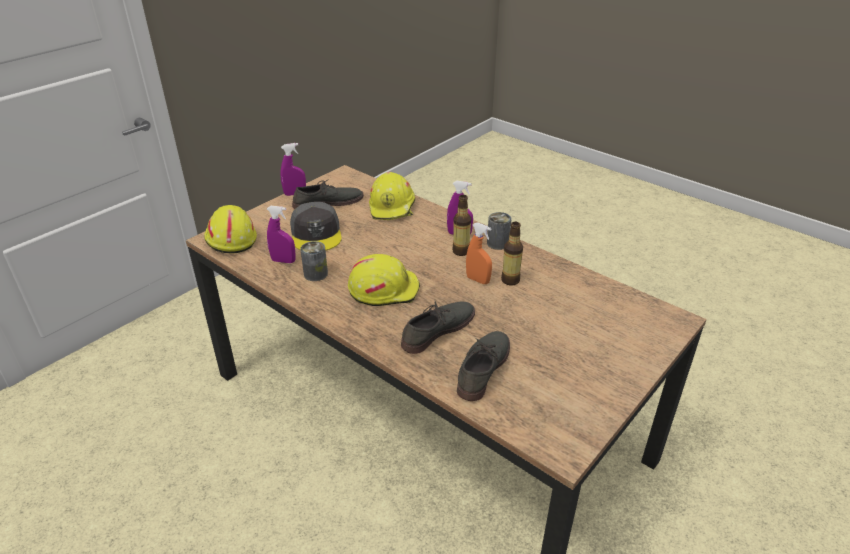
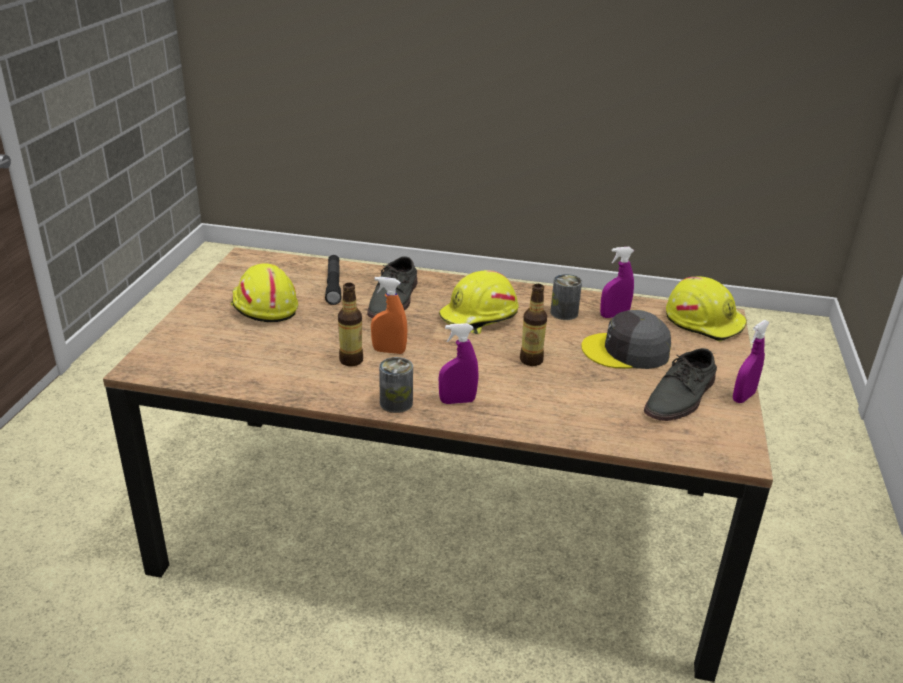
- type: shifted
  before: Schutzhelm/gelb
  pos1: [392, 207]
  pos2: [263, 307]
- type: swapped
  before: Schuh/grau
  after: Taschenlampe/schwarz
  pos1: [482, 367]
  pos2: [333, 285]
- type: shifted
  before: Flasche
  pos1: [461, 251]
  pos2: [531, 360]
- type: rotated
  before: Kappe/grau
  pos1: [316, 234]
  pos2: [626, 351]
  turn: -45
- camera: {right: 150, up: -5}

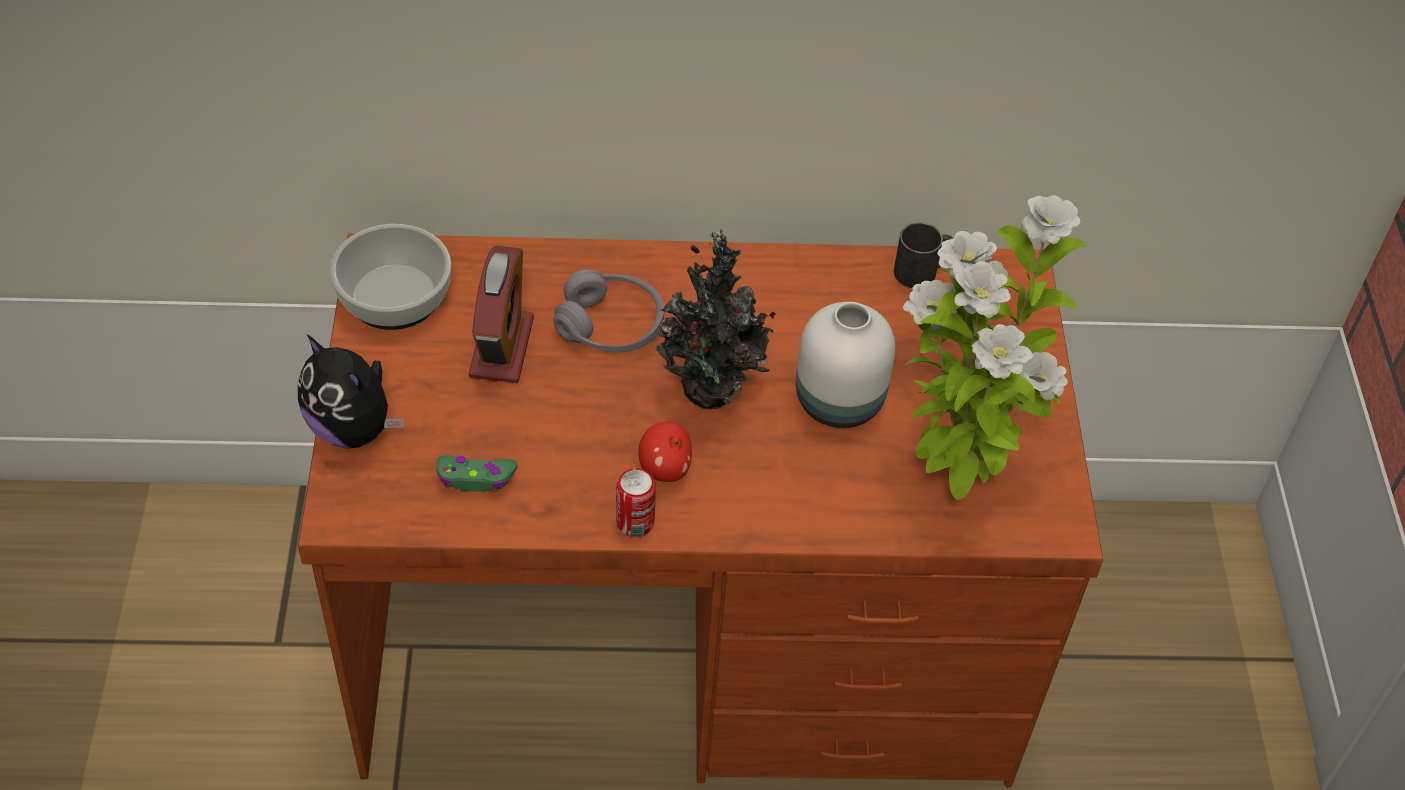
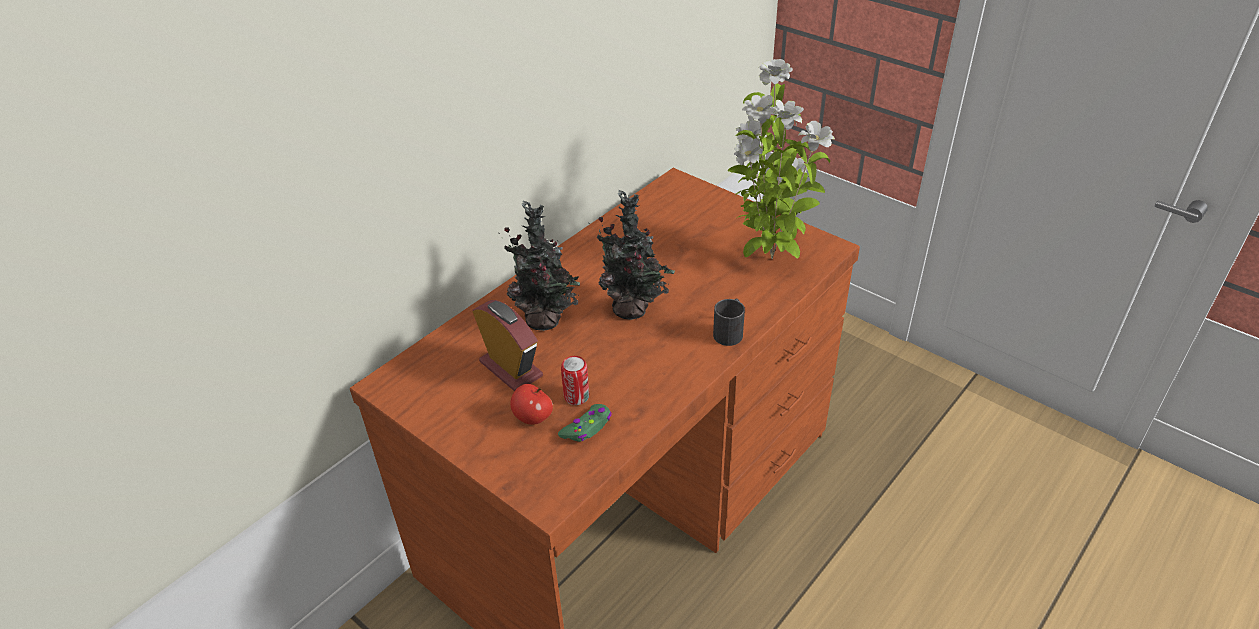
- type: swapped
  before: Kopfhörer/grau
  after: Topfpflanze
  pos1: [610, 325]
  pos2: [547, 321]
- type: shifted
  before: Apfel
  pos1: [665, 469]
  pos2: [533, 417]
- type: shifted
  before: Dose
  pos1: [635, 522]
  pos2: [576, 396]
- type: shifted
  before: Henkelbecher/schwarz
  pos1: [923, 271]
  pos2: [730, 331]
- type: gone
  before: Plüschtier
  pos1: [353, 428]
- type: gone
  before: Schüssel
  pos1: [393, 297]
- type: gone
  before: Vase/weiß
  pos1: [837, 403]
- camera: {right: -45, up: -10}

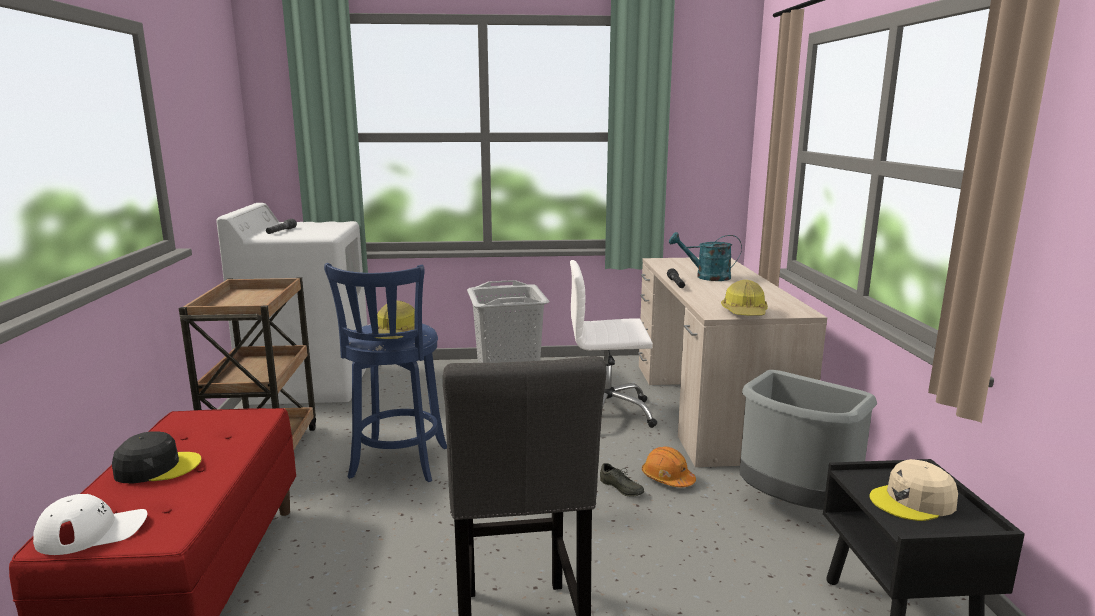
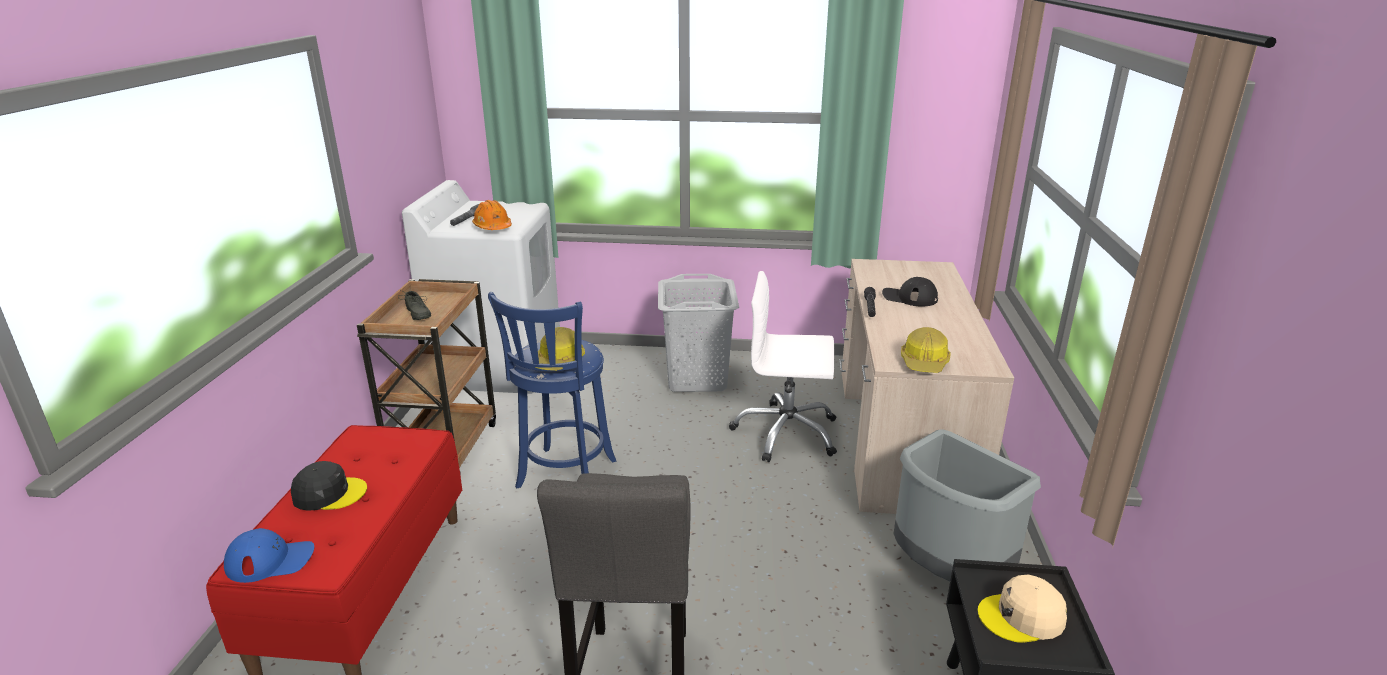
- type: repainted
  before: Kappe/weiß
  after: Kappe/blau
  pos1: [93, 531]
  pos2: [271, 560]
- type: shifted
  before: Schuh/grau
  pos1: [620, 488]
  pos2: [416, 314]
- type: shifted
  before: Schutzhelm/orange
  pos1: [667, 478]
  pos2: [493, 227]
- type: swapped
  before: Gießkanne/türkis
  after: Kappe/schwarz
  pos1: [706, 277]
  pos2: [909, 297]
- camera: {right: 10, up: 10}

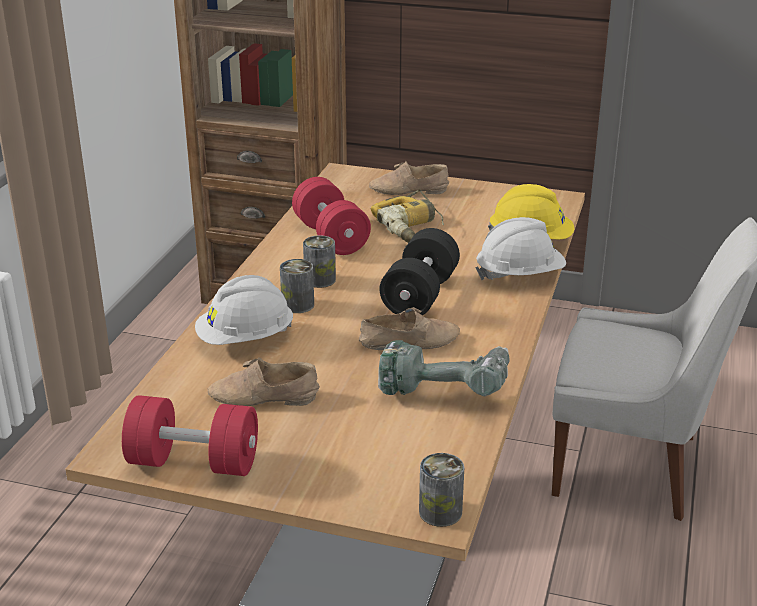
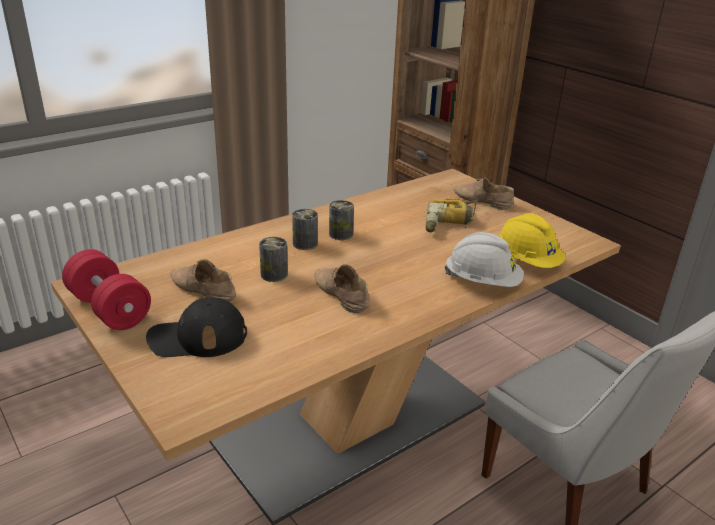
- type: new
  after: Kappe/schwarz
  pos2: [197, 337]
- type: shifted
  before: Dose
  pos1: [440, 512]
  pos2: [274, 274]
- type: rotated
  before: Schuh/beige
  pos1: [409, 340]
  pos2: [340, 293]
  turn: -150
- type: gone
  before: Schutzhelm/weiß
  pos1: [246, 339]
- type: gone
  before: Hantel/rot
  pos1: [331, 237]
- type: gone
  before: Bohrmaschine
  pos1: [445, 389]
- type: gone
  before: Hantel/schwarz
  pos1: [420, 295]
- camera: {right: 35, up: 0}

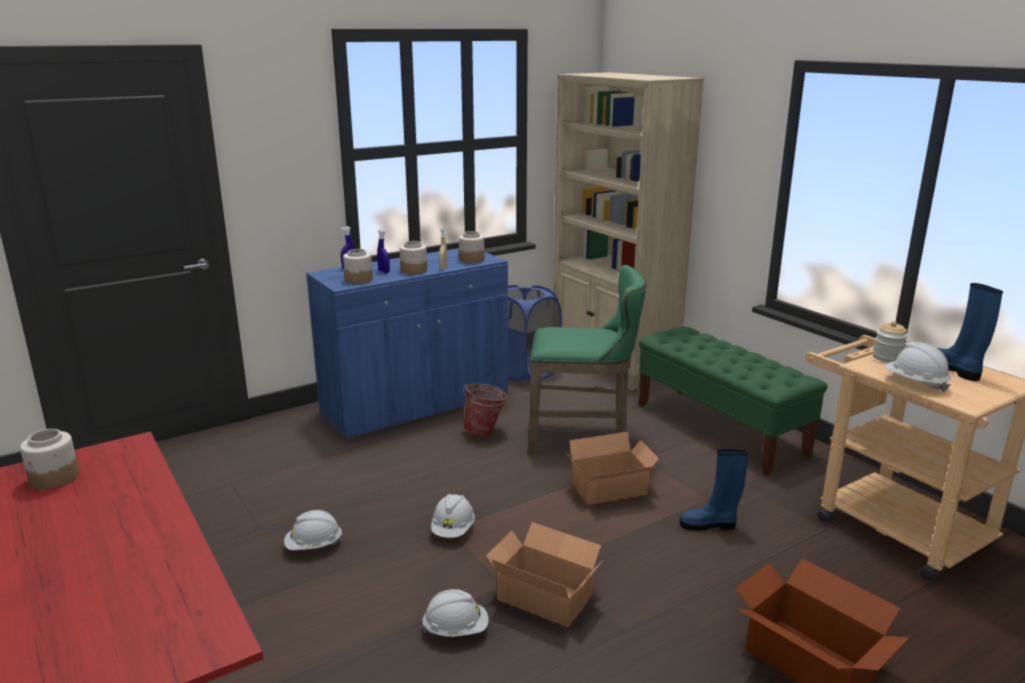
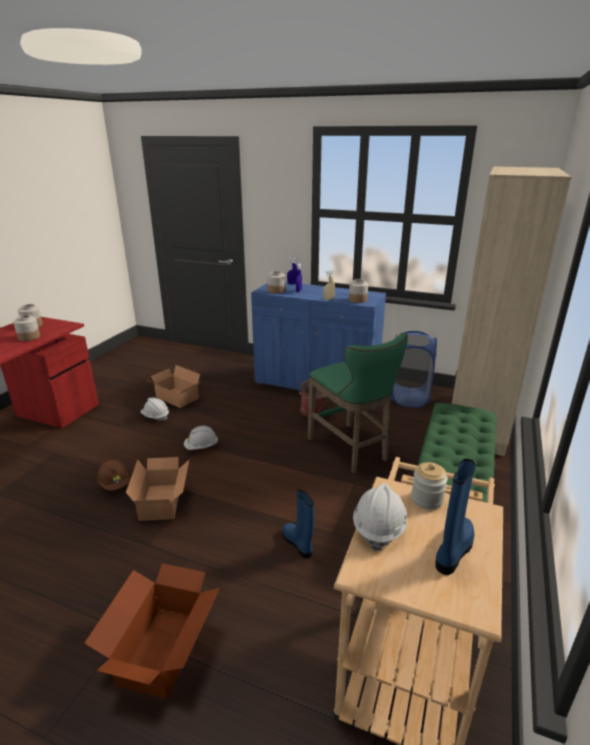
- type: shifted
  before: Vorratsglas
  pos1: [414, 271]
  pos2: [29, 337]
- type: repainted
  before: Schutzhelm/weiß
  after: Schutzhelm/braun
  pos1: [456, 630]
  pos2: [114, 484]
- type: shifted
  before: Karton
  pos1: [611, 489]
  pos2: [176, 398]
- camera: {right: 55, up: 5}

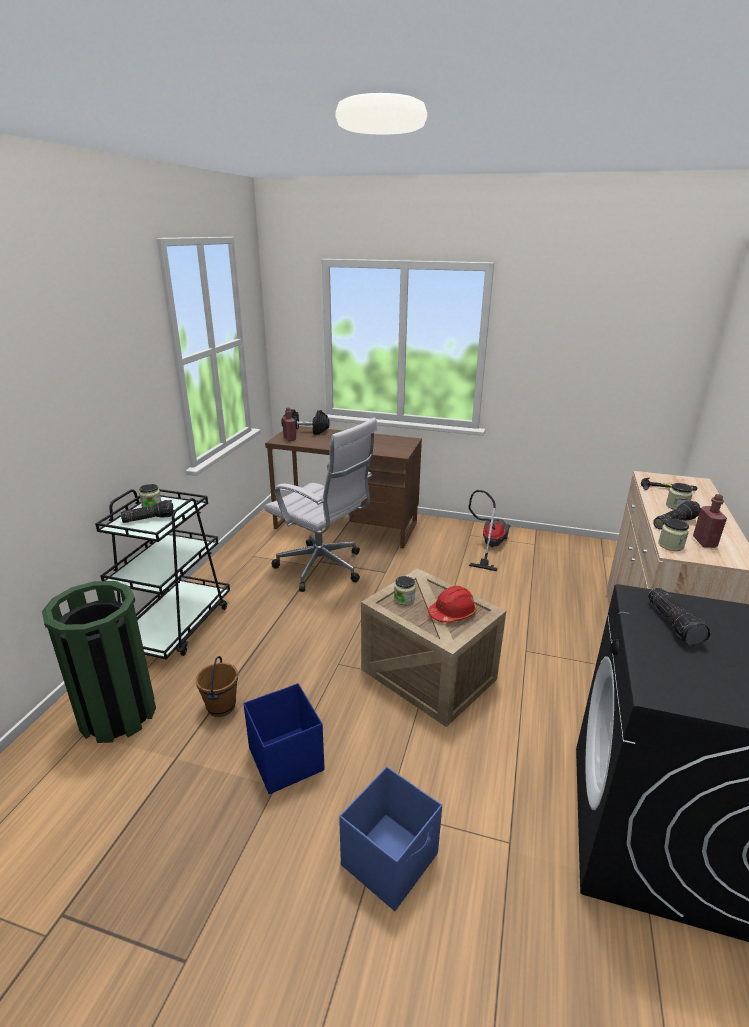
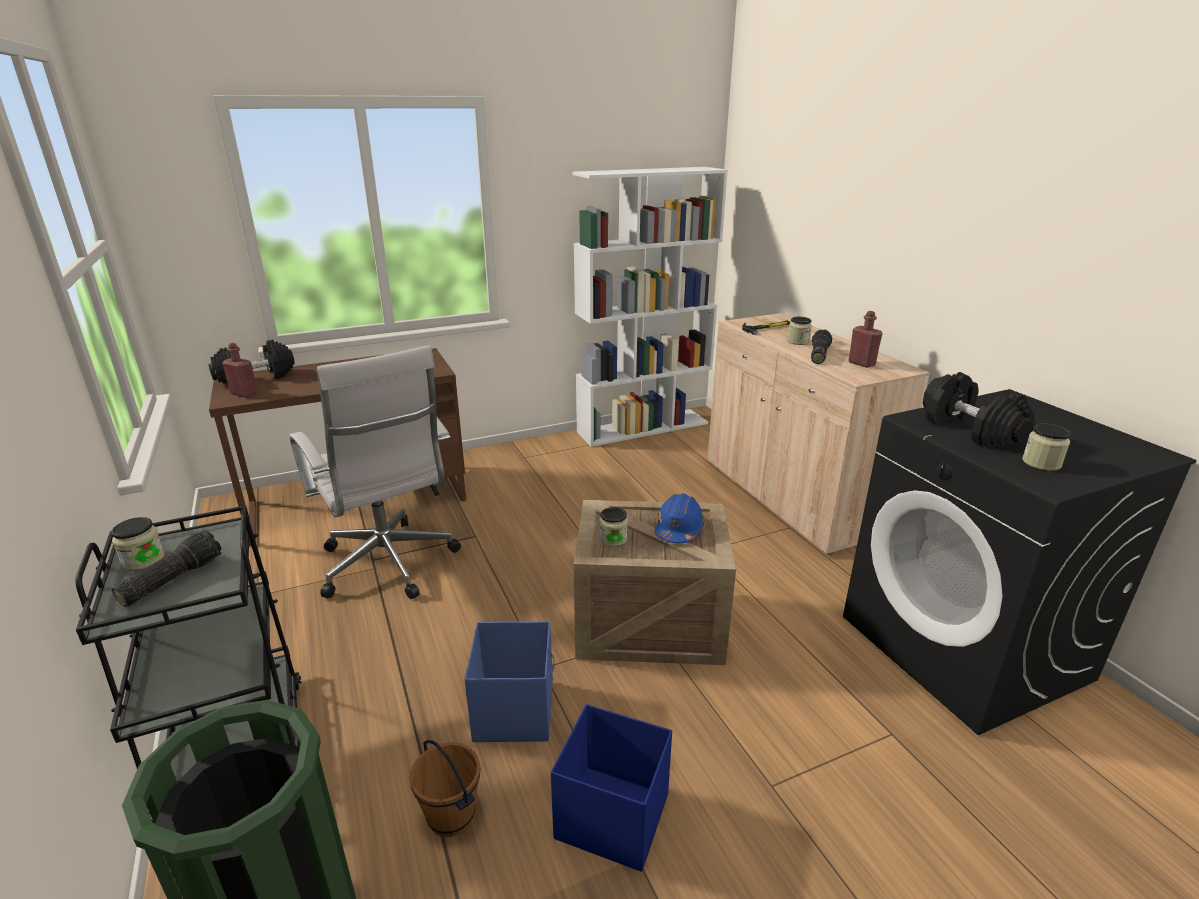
- type: rotated
  before: Bürostuhl/weiß
  pos1: [324, 569]
  pos2: [390, 566]
  turn: 60
- type: shifted
  before: Aufbewahrungsbox/blau
  pos1: [391, 859]
  pos2: [515, 710]
- type: new
  after: Bücherregal/weiß
  pos2: [643, 427]
- type: repainted
  before: Schutzhelm/rot
  after: Schutzhelm/blau
  pos1: [452, 613]
  pos2: [678, 530]
- type: swapped
  before: Taschenlampe
  after: Hantel/schwarz
  pos1: [675, 624]
  pos2: [969, 429]
- type: shifted
  before: Vorratsglas
  pos1: [670, 545]
  pos2: [1041, 463]
- type: gone
  before: Staubsauger
  pos1: [488, 546]
- camera: {right: -40, up: 0}

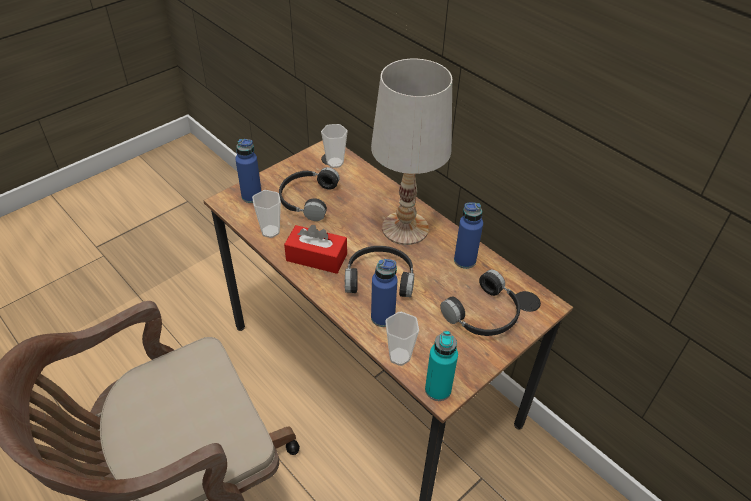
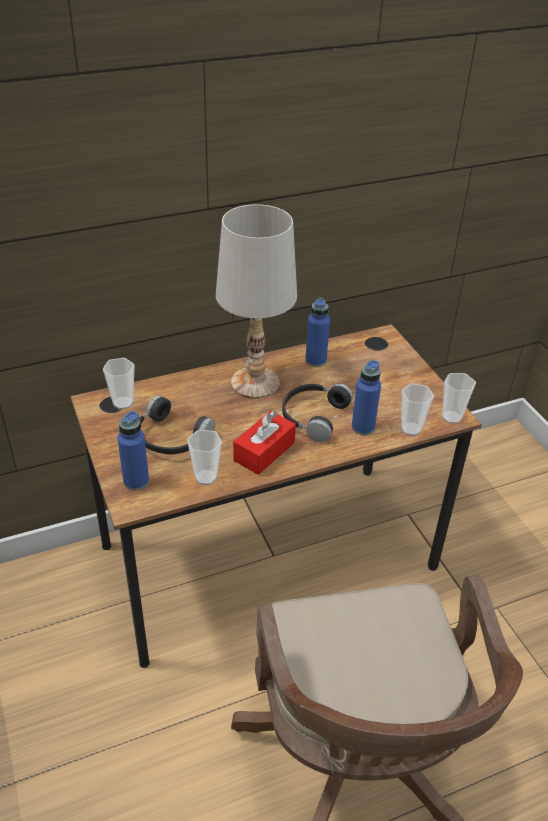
- type: swapped
  before: Flasche/türkis
  after: Tasse
  pos1: [438, 389]
  pos2: [452, 417]
- type: gone
  before: Kopfhörer/schwarz
  pos1: [484, 315]
- camera: {right: -70, up: -5}

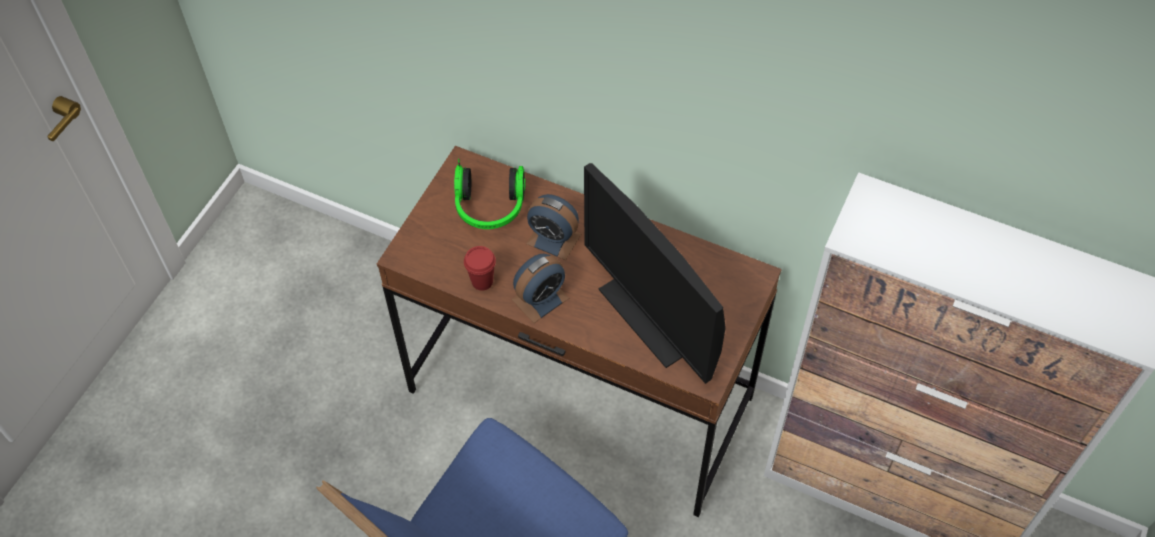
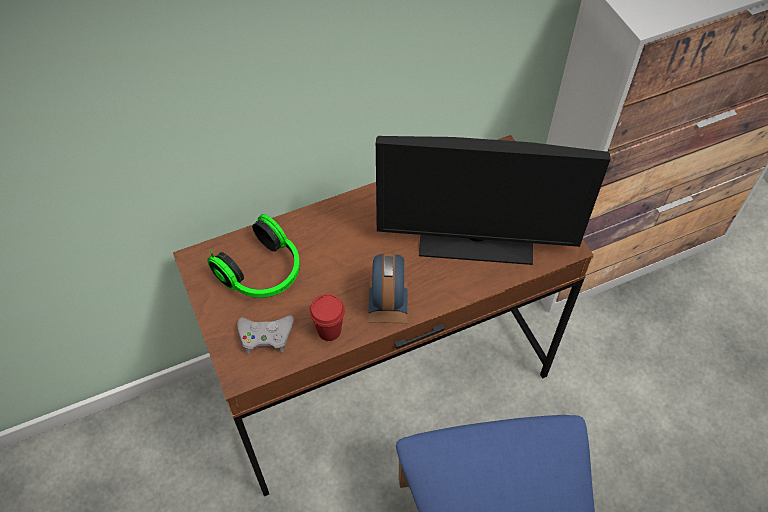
- type: new
  after: Gamepad/grau
  pos2: [265, 336]
- type: gone
  before: Wecker
  pos1: [553, 239]
- camera: {right: -50, up: 0}

